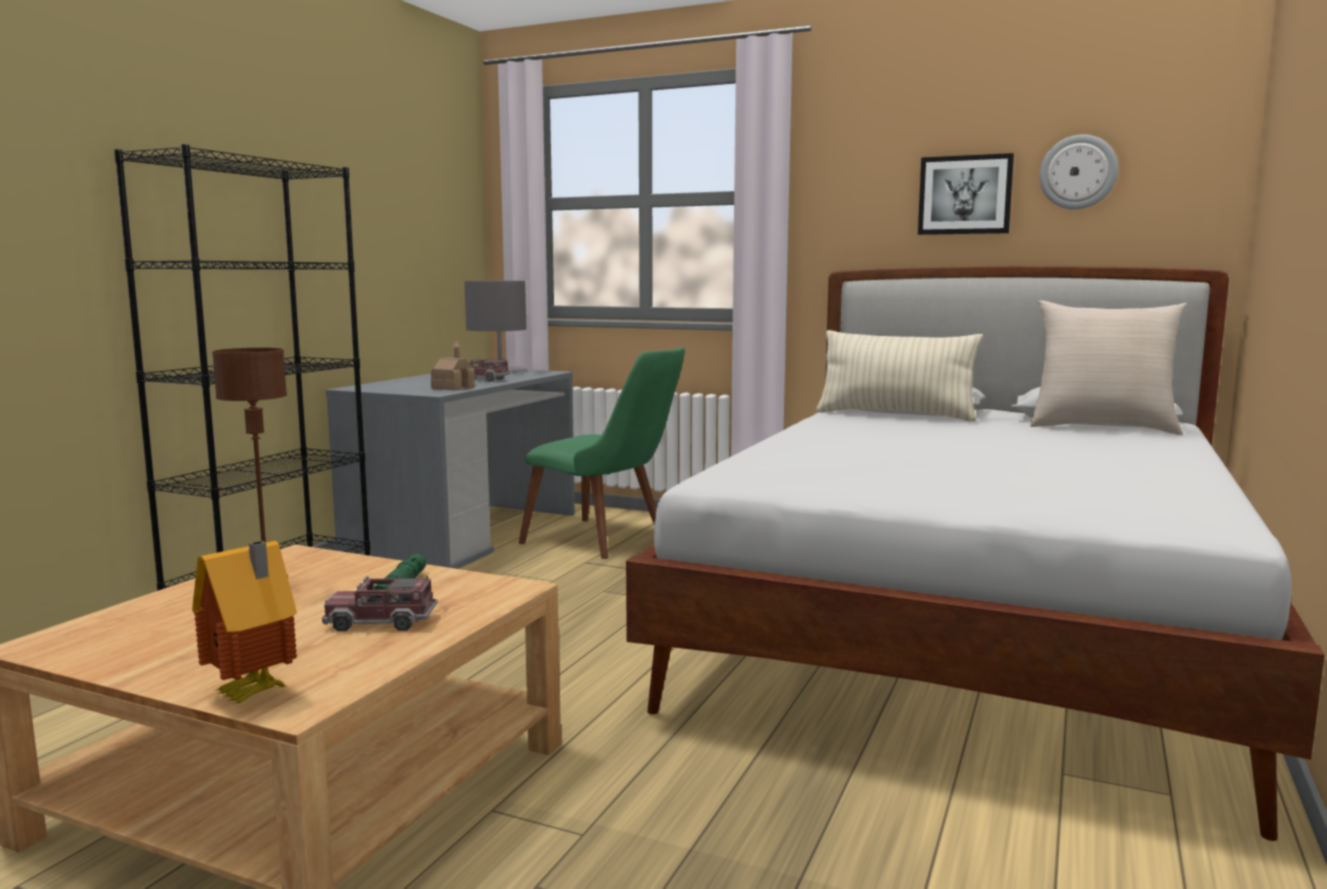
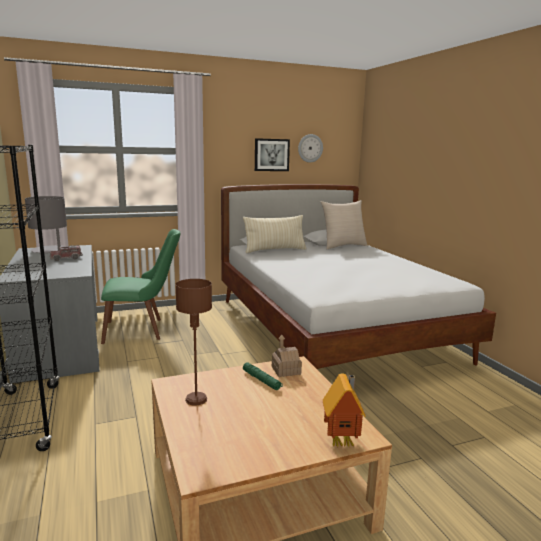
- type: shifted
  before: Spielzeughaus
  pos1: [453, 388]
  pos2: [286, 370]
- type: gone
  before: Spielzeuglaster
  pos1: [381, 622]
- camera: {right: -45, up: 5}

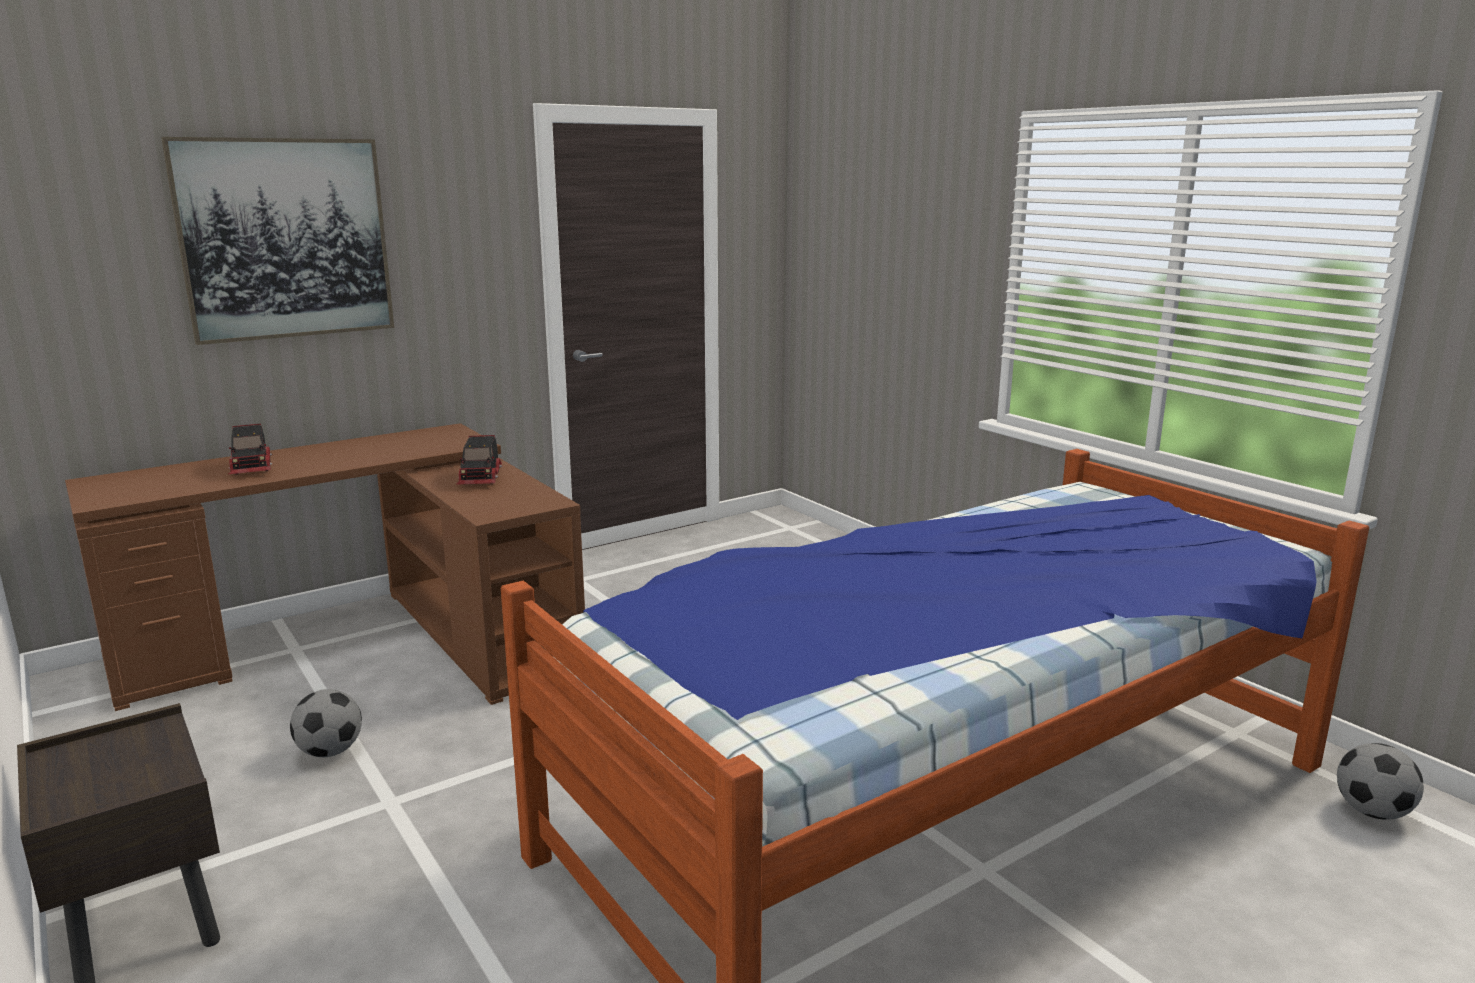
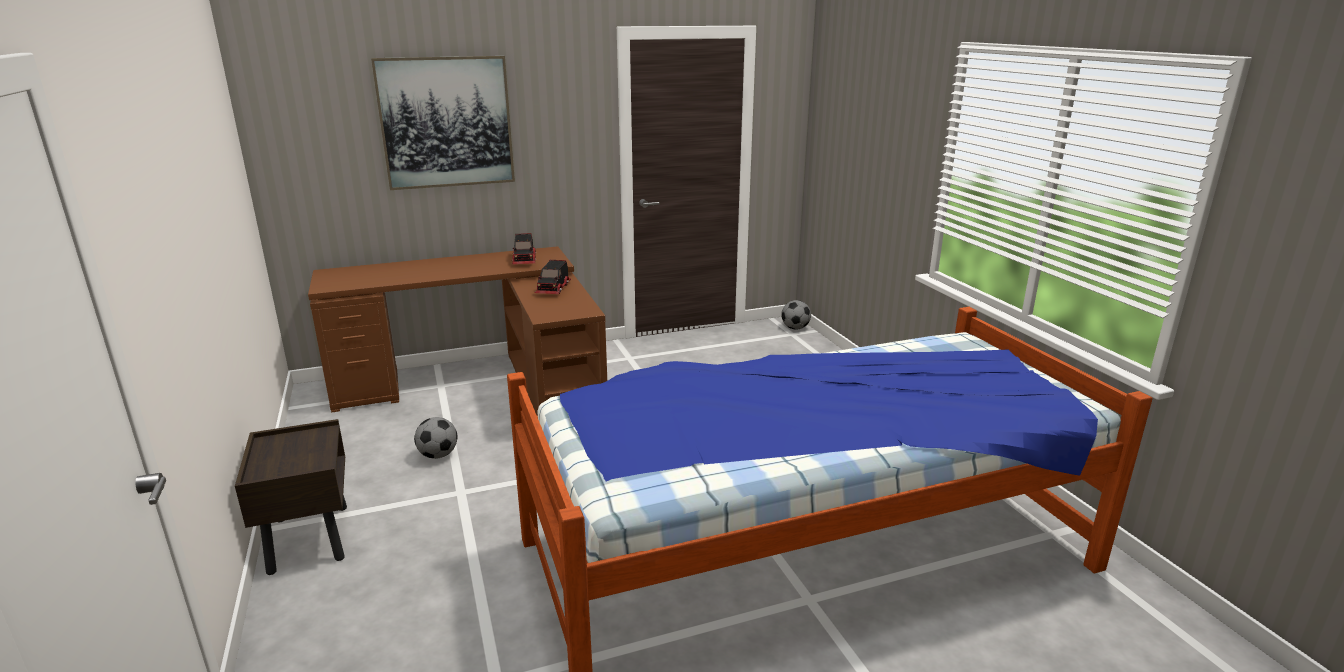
- type: shifted
  before: Spielzeuglaster
  pos1: [252, 467]
  pos2: [525, 260]
- type: shifted
  before: Fußball
  pos1: [1371, 811]
  pos2: [795, 328]
- camera: {right: 15, up: 5}

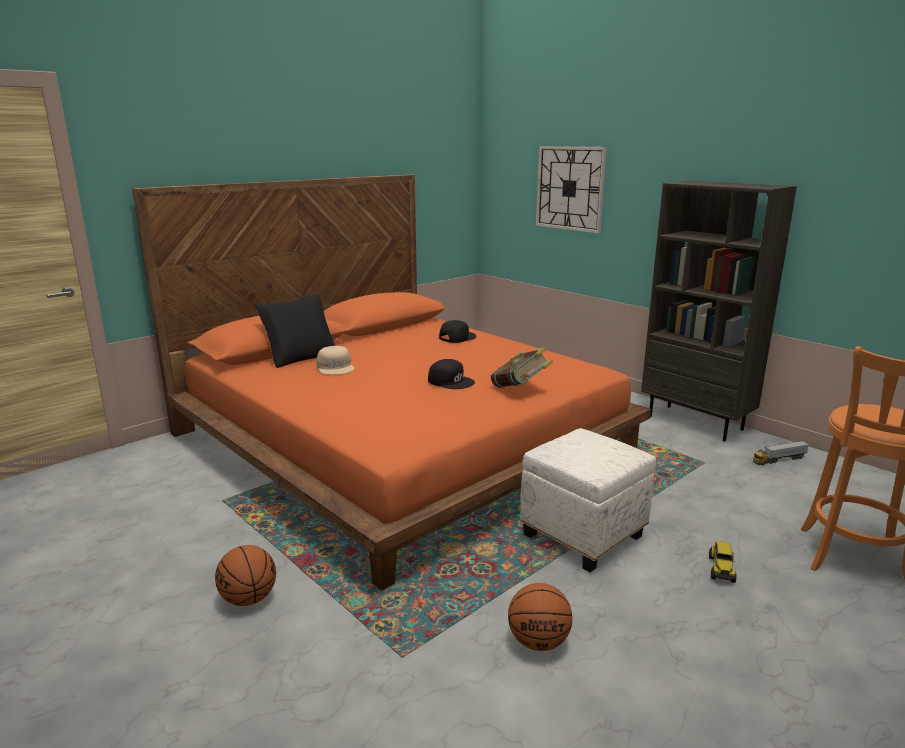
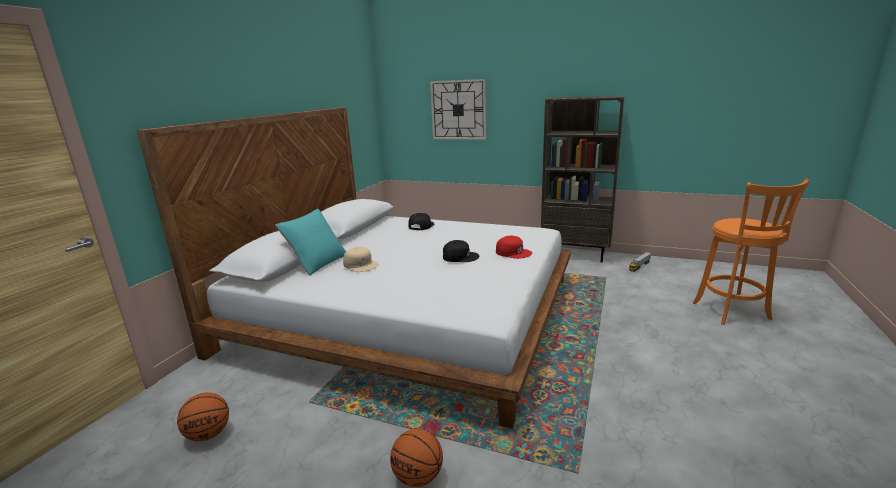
- type: repainted
  before: Bett/orange
  after: Bett/weiß
  pos1: [401, 442]
  pos2: [408, 313]
- type: shifted
  before: Basketball
  pos1: [538, 642]
  pos2: [208, 434]
- type: repainted
  before: Kissen/schwarz
  after: Kissen/türkis
  pos1: [300, 356]
  pos2: [317, 262]
- type: swapped
  before: Buch
  after: Kappe/rot
  pos1: [520, 390]
  pos2: [513, 252]
- type: gone
  before: Polsterhocker/weiß
  pos1: [583, 534]
- type: gone
  before: Spielzeuglaster
  pos1: [721, 569]
- camera: {right: -25, up: 0}

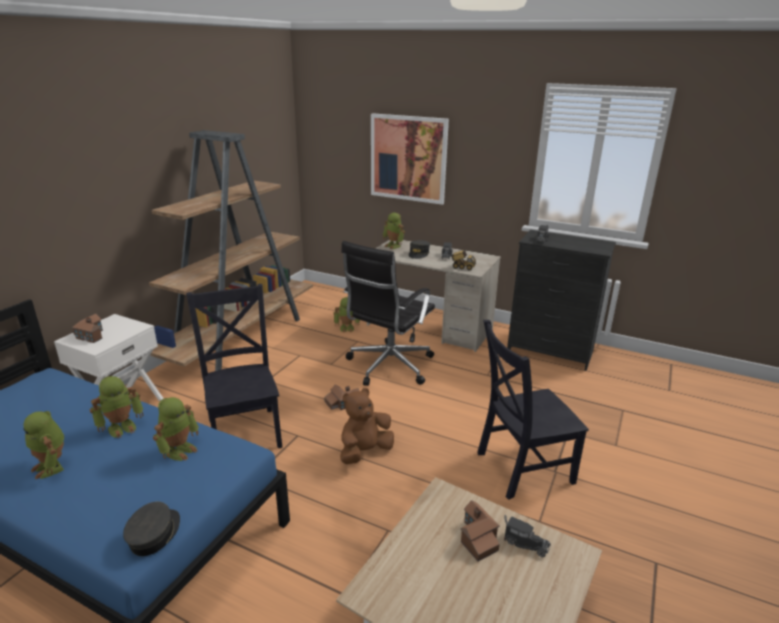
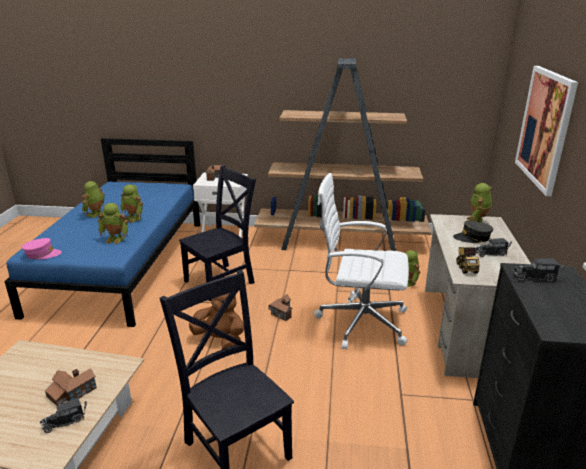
- type: repainted
  before: Kappe/grau
  after: Kappe/rosa
  pos1: [154, 534]
  pos2: [42, 254]
- type: rotated
  before: Spielzeuglaster
  pos1: [524, 542]
  pos2: [65, 421]
  turn: 45
- type: repainted
  before: Bürostuhl/schwarz
  after: Bürostuhl/weiß
  pos1: [388, 366]
  pos2: [359, 321]
- camera: {right: 70, up: 0}

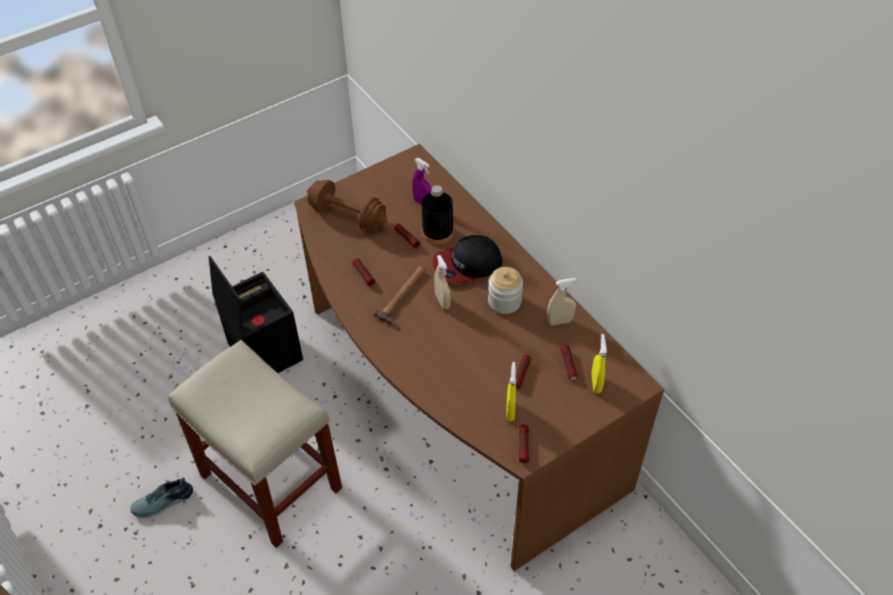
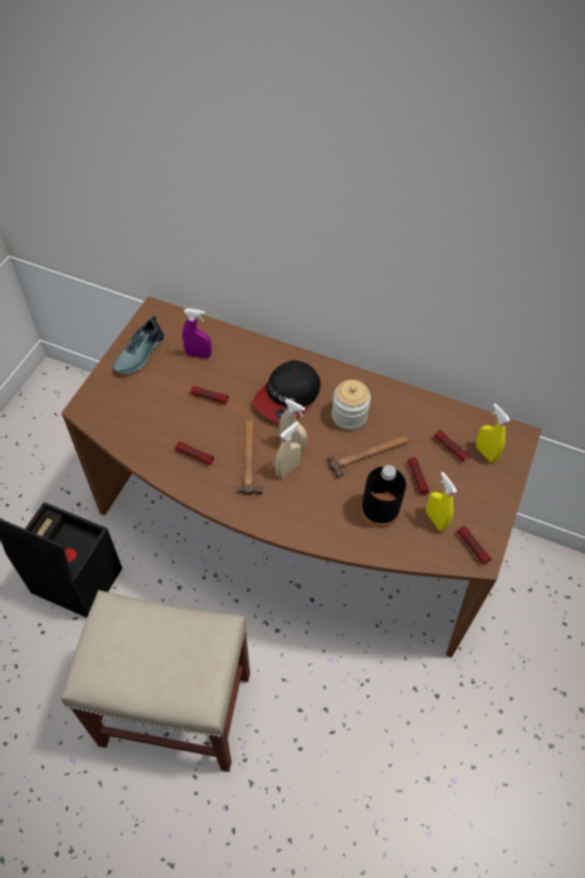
- type: shifted
  before: Schuh
  pos1: [163, 503]
  pos2: [141, 354]
- type: shifted
  before: Sprühflasche/beige
  pos1: [559, 321]
  pos2: [287, 469]
- type: new
  after: Hammer
  pos2: [369, 455]
- type: shifted
  before: Flasche/schwarz
  pos1: [437, 232]
  pos2: [379, 510]
- type: gone
  before: Hantel/braun
  pos1: [348, 216]
- camera: {right: -35, up: 5}

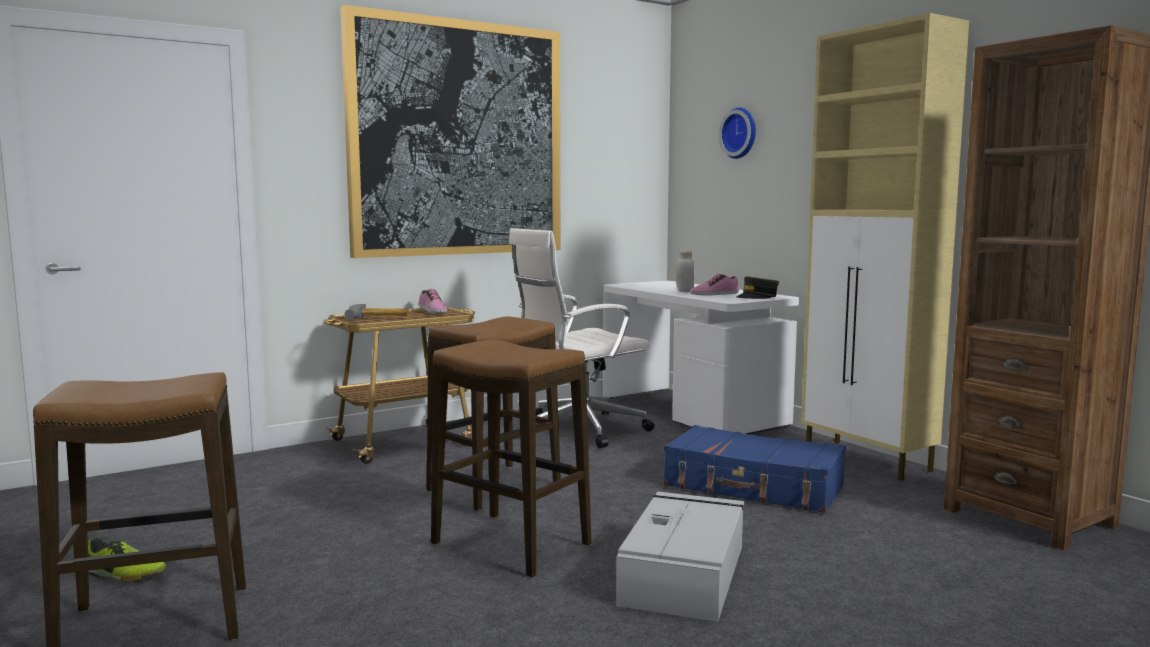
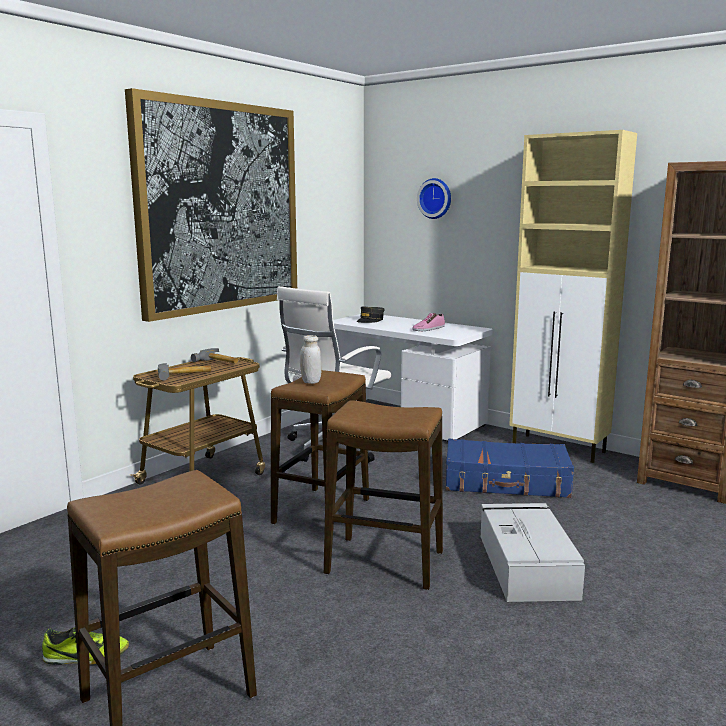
- type: swapped
  before: Schuh
  after: Hammer
  pos1: [432, 310]
  pos2: [218, 362]
- type: shifted
  before: Vorratsglas/weiß
  pos1: [685, 291]
  pos2: [311, 381]
- type: shifted
  before: Kappe/grau
  pos1: [757, 297]
  pos2: [370, 320]
- camera: {right: -20, up: 5}

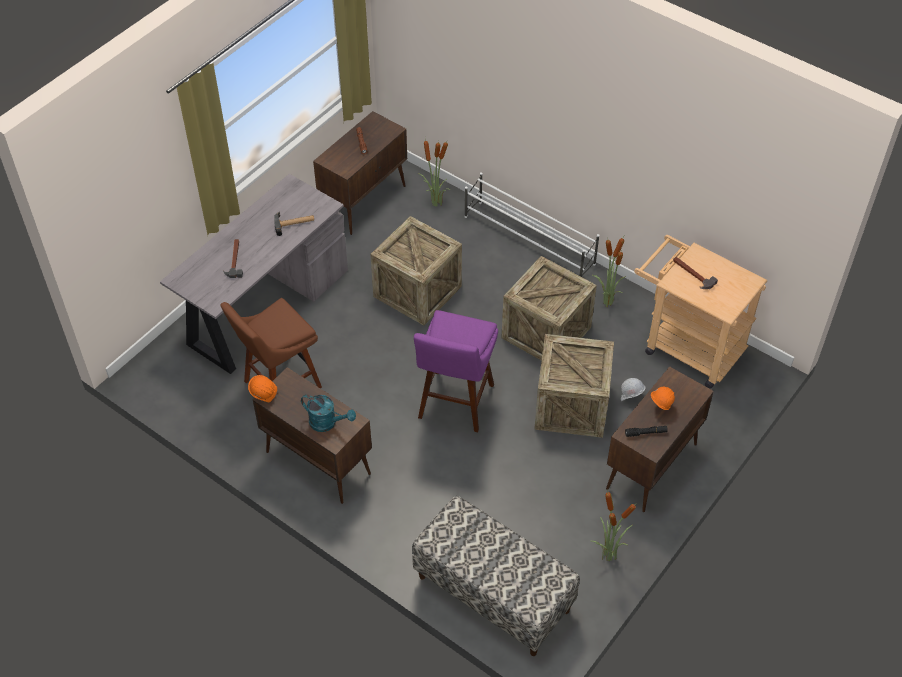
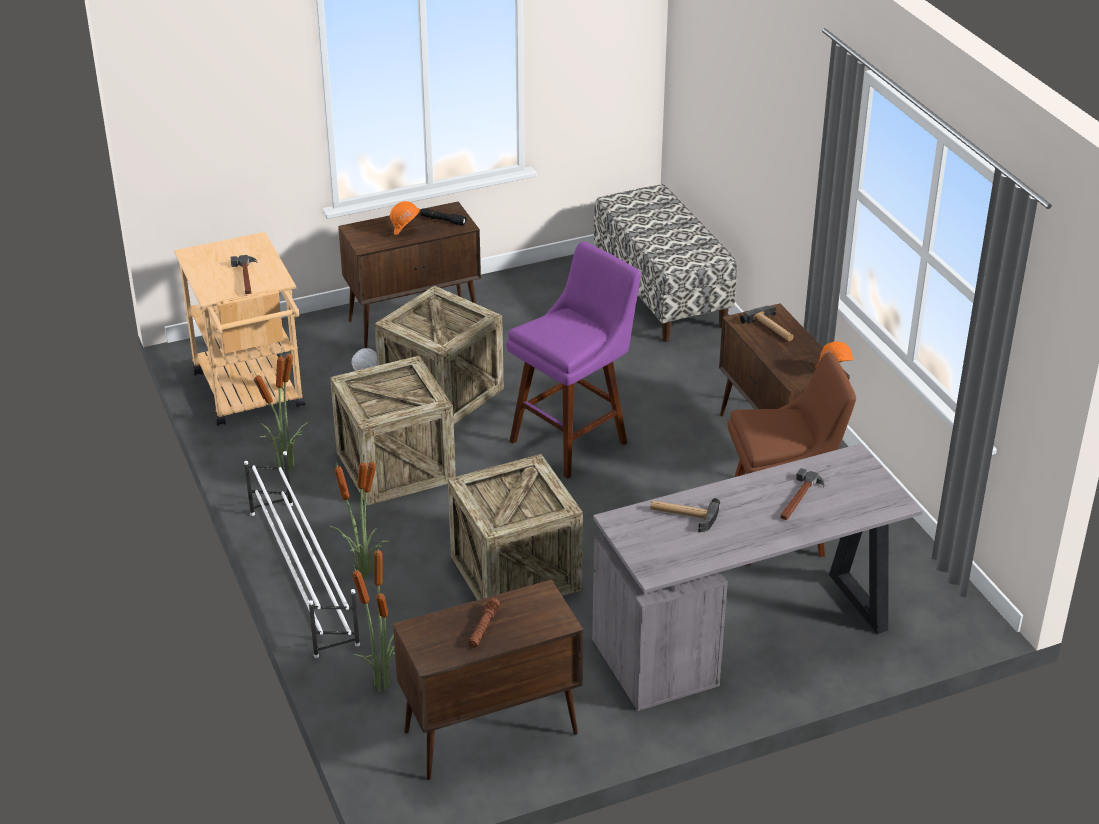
- type: shifted
  before: Topfpflanze
  pos1: [608, 555]
  pos2: [364, 574]
- type: swapped
  before: Gießkanne/türkis
  after: Hammer
  pos1: [327, 423]
  pos2: [772, 328]
- camera: {right: -150, up: -15}

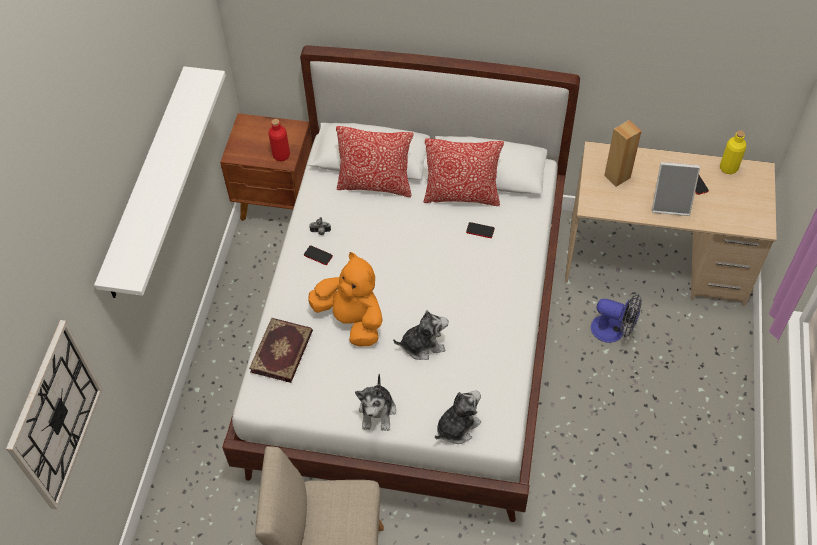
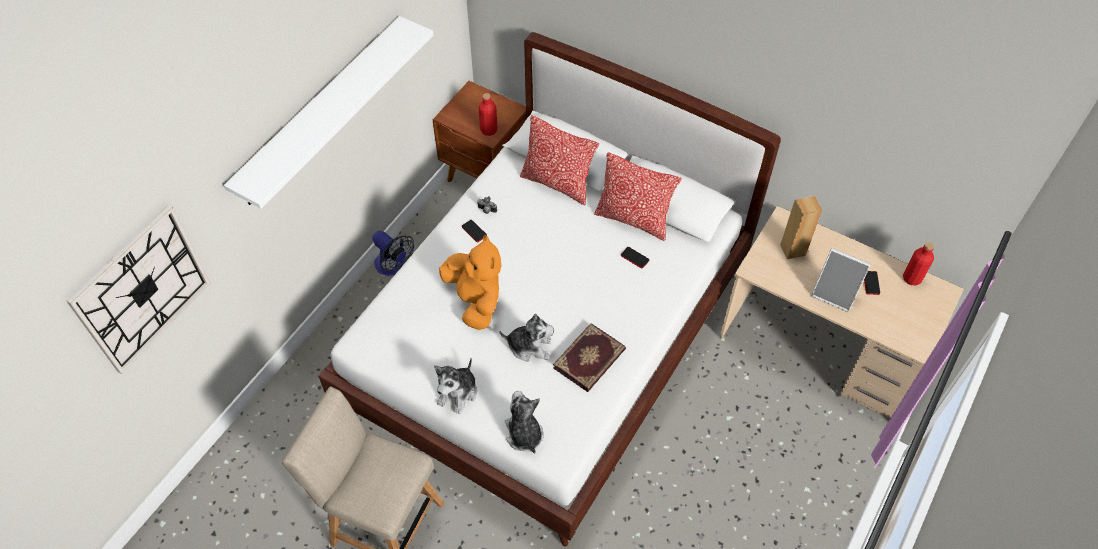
- type: shifted
  before: Ventilator
  pos1: [613, 330]
  pos2: [393, 266]
- type: rotated
  before: Plüschtier
  pos1: [457, 427]
  pos2: [524, 434]
  turn: -90
- type: shifted
  before: Buch
  pos1: [283, 352]
  pos2: [590, 359]
- type: repainted
  before: Flasche/gelb
  after: Flasche/rot
  pos1: [728, 168]
  pos2: [912, 278]
- camera: {right: 20, up: 0}

